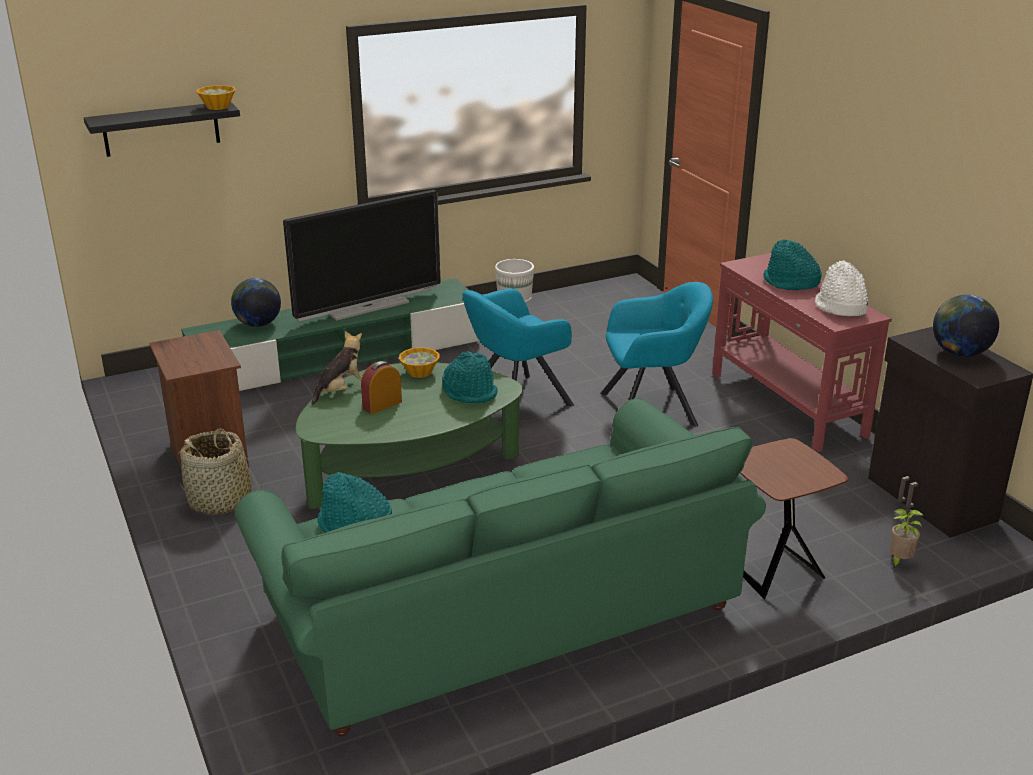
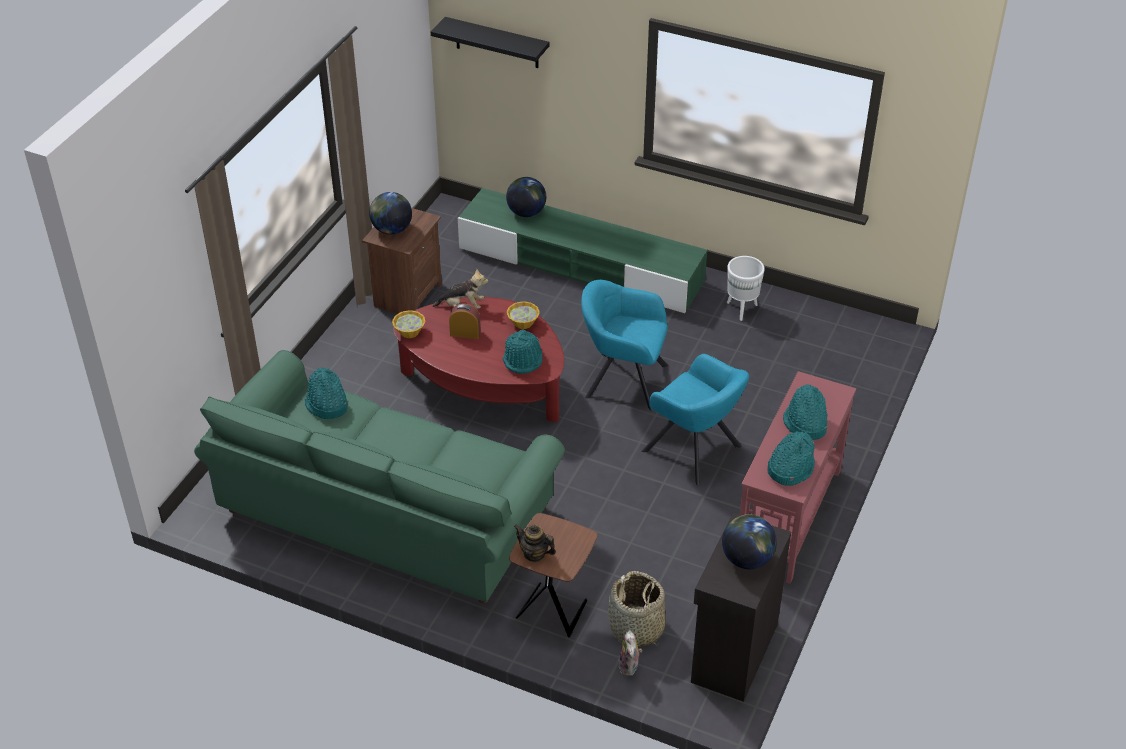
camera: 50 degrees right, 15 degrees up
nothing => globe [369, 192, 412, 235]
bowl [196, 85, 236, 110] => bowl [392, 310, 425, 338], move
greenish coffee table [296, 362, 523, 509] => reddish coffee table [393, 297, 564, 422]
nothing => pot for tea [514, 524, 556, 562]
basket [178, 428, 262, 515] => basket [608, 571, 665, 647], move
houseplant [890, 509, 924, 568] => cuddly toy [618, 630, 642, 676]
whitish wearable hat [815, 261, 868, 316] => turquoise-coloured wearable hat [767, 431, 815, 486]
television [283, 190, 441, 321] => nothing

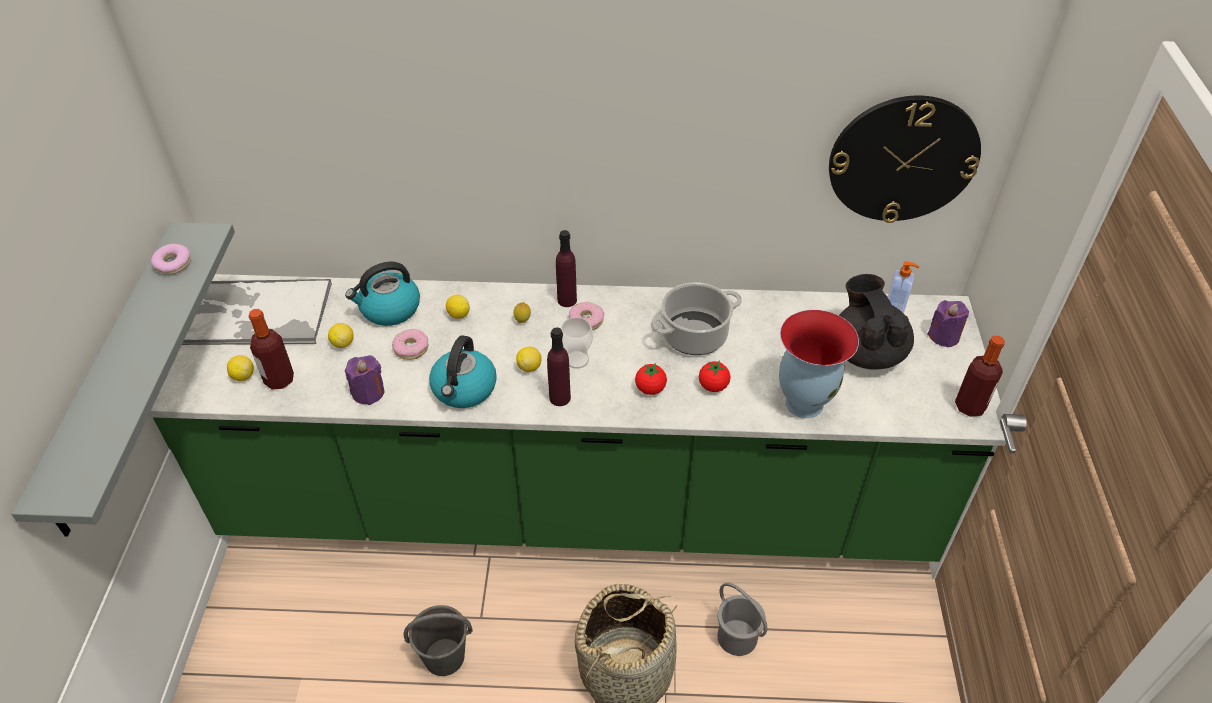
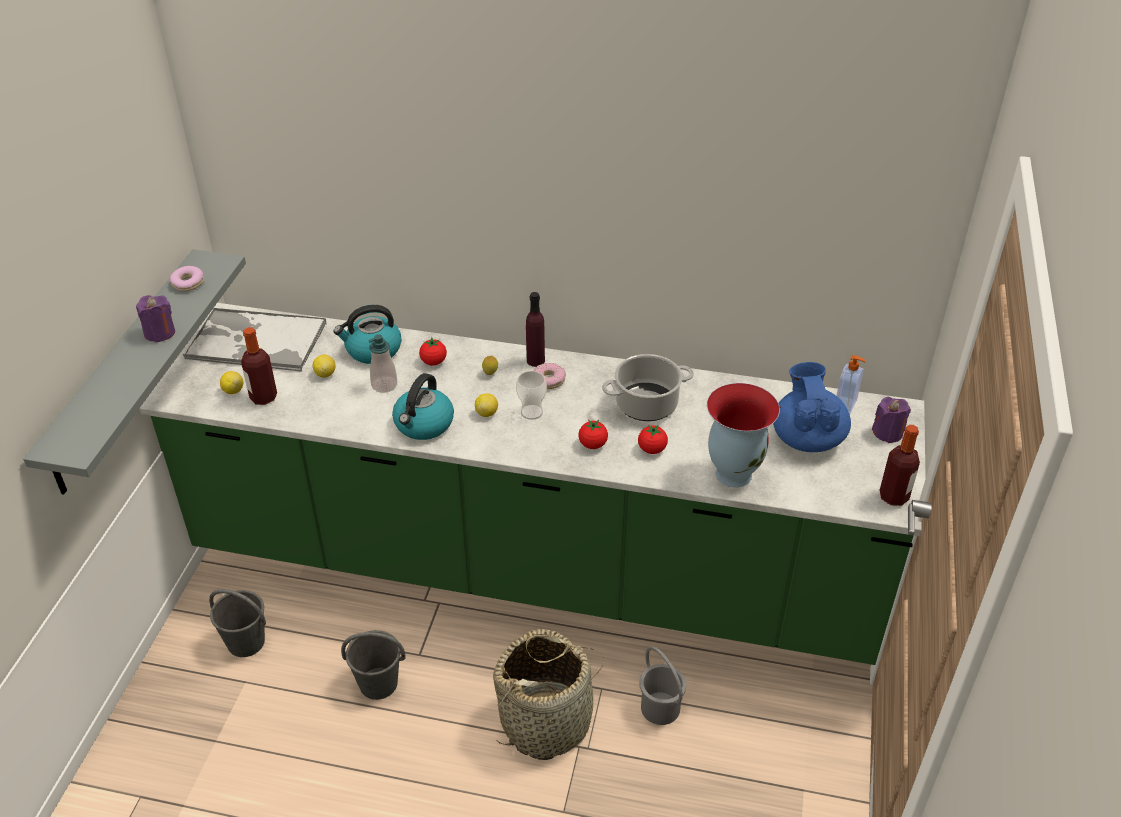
camera: 10 degrees right, 5 degrees down
purple wax candle [345, 355, 384, 405] => purple wax candle [136, 295, 175, 343], move
nothing => gray water bucket [209, 589, 266, 657]
doughnut [392, 329, 428, 360] => soap bottle [368, 334, 397, 393]
lemon [446, 294, 470, 319] => whole tomato [419, 337, 447, 365]
black-coloured pot for tea [839, 274, 914, 370] => bluish pot for tea [773, 362, 851, 452]
purple beverage bottle [547, 327, 571, 406] => nothing
hanging clock [829, 96, 981, 223] => nothing

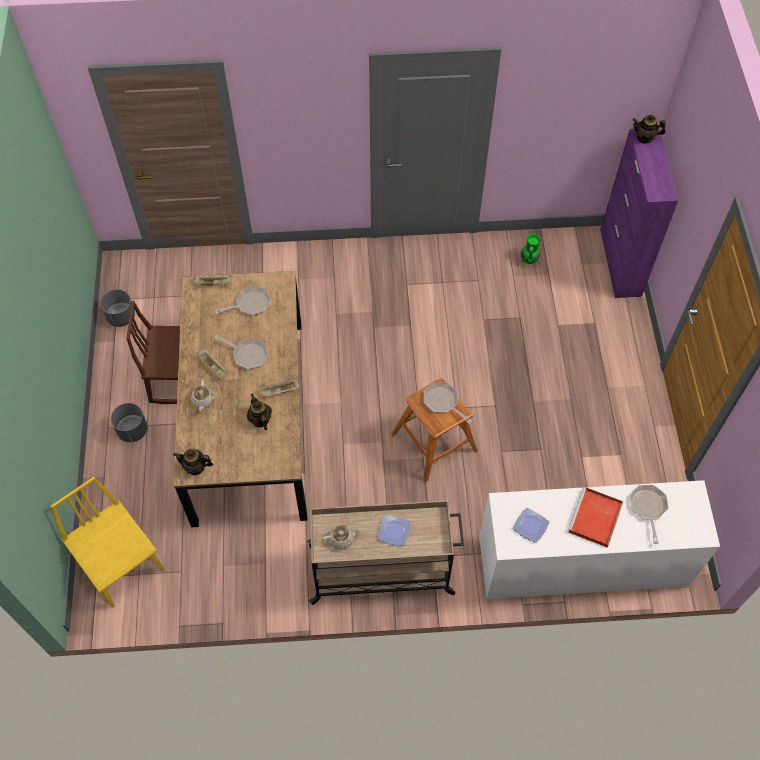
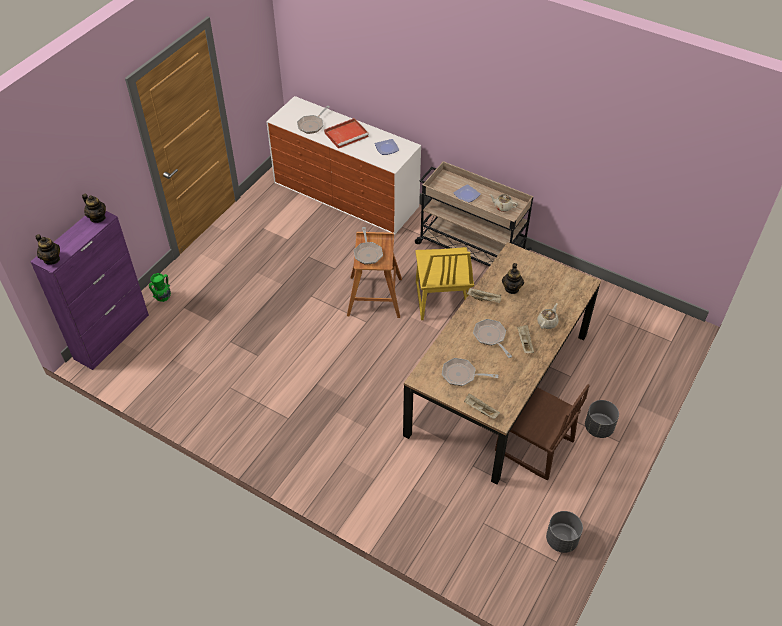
camera: 145 degrees left, 10 degrees down
pot for tea [173, 449, 213, 475] => pot for tea [82, 194, 106, 223], move
greenish flower vase [521, 233, 541, 264] => greenish flower vase [149, 273, 171, 302], move
yellow-coloured plain chair [51, 477, 165, 608] => yellow-coloured plain chair [415, 247, 474, 320], move

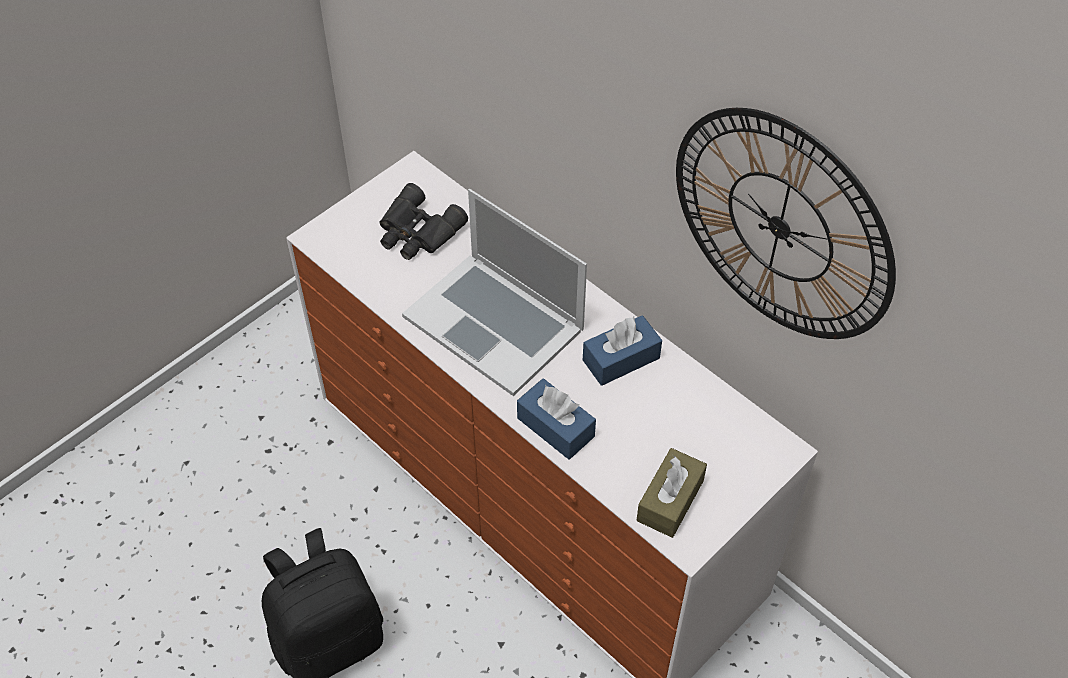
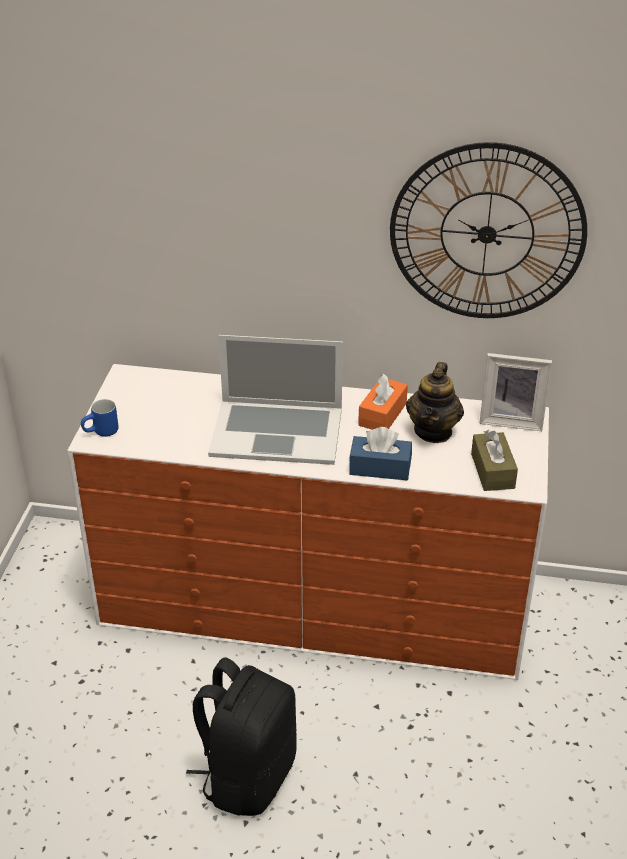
camera: 35 degrees left, 15 degrees down
nothing => bluish coffee mug [81, 399, 119, 437]
bluish box of tissues [583, 315, 662, 386] => orange-coloured box of tissues [358, 374, 408, 430]
nothing => pot for tea [406, 362, 464, 443]
nothing => photo frame [479, 353, 552, 431]
black-coloured field glasses [380, 183, 468, 260] => nothing

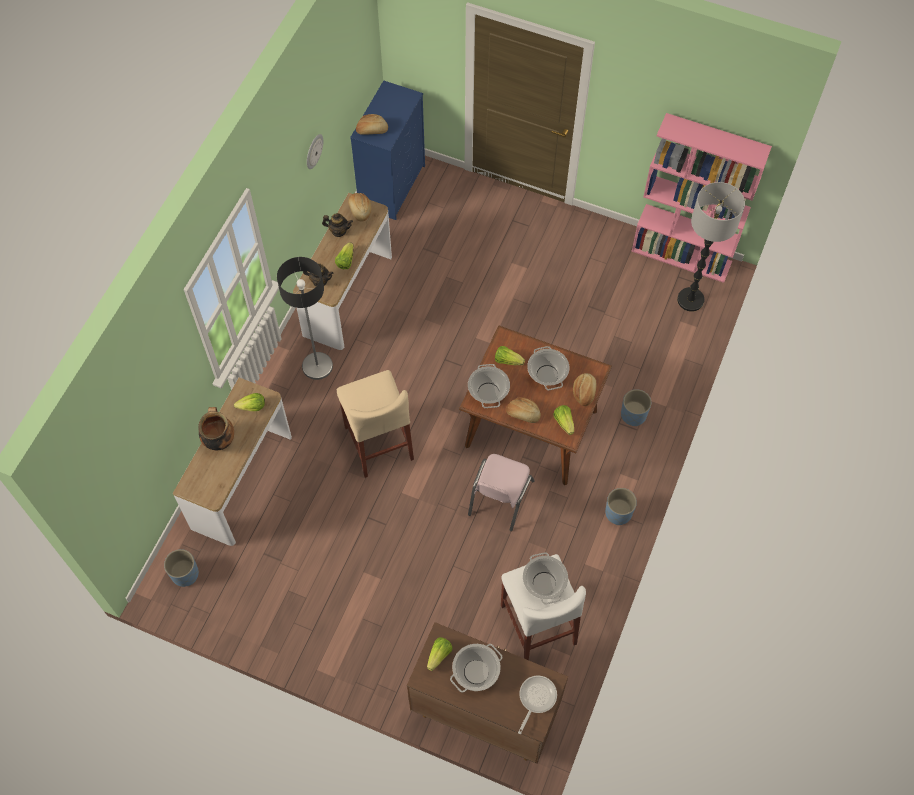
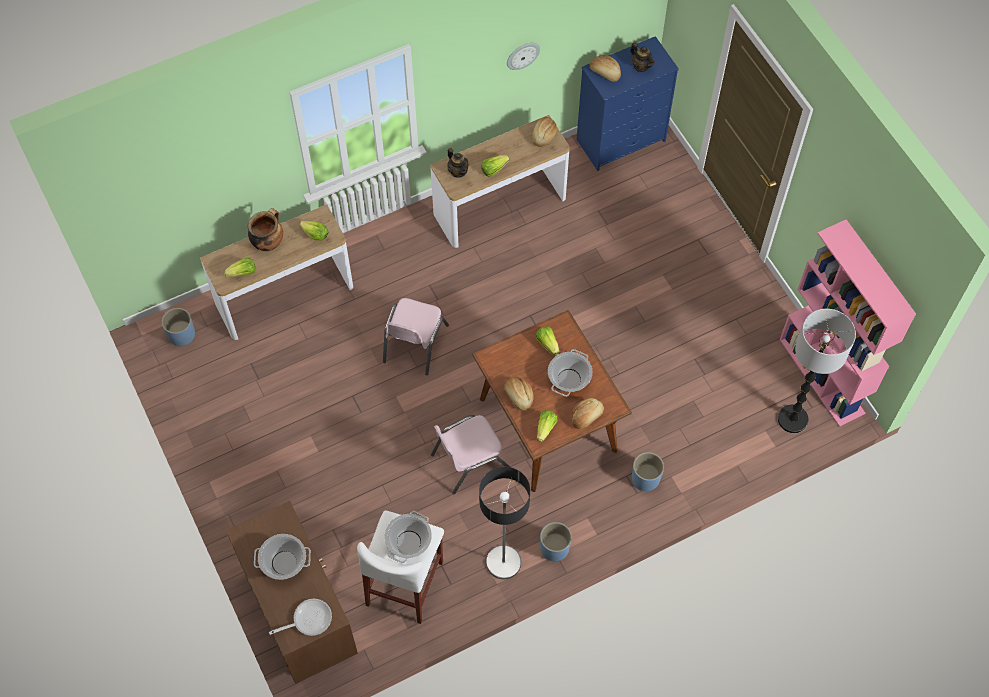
camera: 40 degrees right, 0 degrees up
lettuce head [427, 637, 453, 671] => lettuce head [224, 258, 256, 277], move
beige-coloured stool seat [337, 370, 414, 478] => pinkish plain chair [383, 298, 449, 375]
standard lamp [277, 257, 333, 380] => standard lamp [479, 467, 530, 579], move
pot for tea [322, 213, 353, 237] => pot for tea [630, 43, 655, 72], move
stockpot [468, 364, 510, 408] => nothing

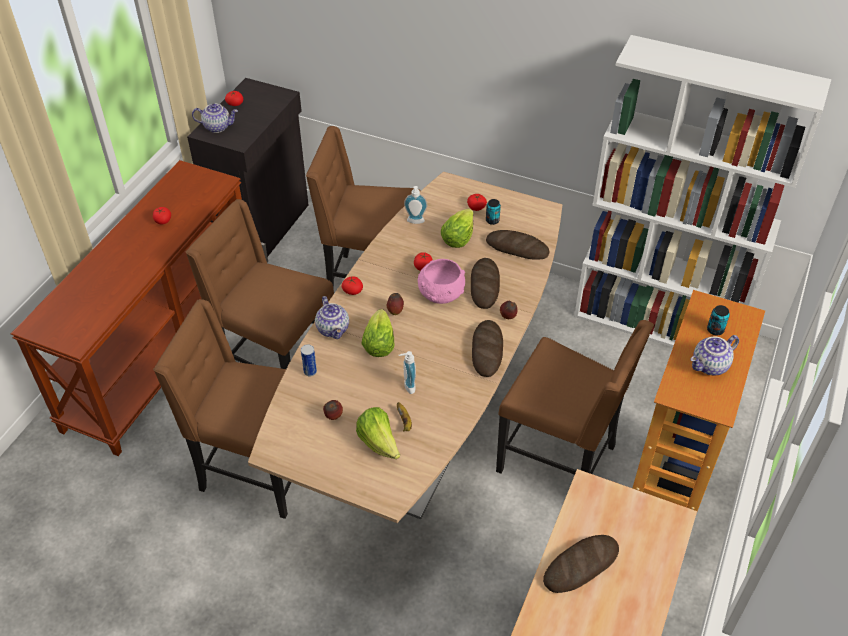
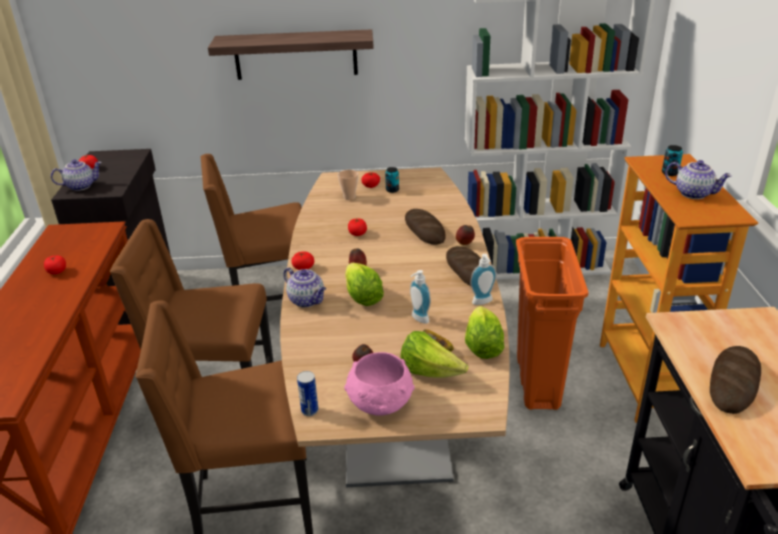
camera: 25 degrees left, 15 degrees down
nothing => bracket shelf [208, 29, 374, 80]
sealed can [301, 345, 317, 376] => sealed can [297, 371, 318, 416], move
nothing => small cup [338, 170, 358, 200]
pinkish bowl [418, 259, 465, 304] => pinkish bowl [344, 352, 415, 416], move
lettuce head [441, 209, 473, 248] => lettuce head [465, 306, 505, 359], move
soap bottle [404, 186, 427, 224] => soap bottle [470, 254, 497, 305], move
brownish plain chair [496, 320, 654, 475] => orange-coloured trash can [516, 237, 589, 410]
pot for tea [690, 335, 739, 375] => pot for tea [665, 160, 732, 199], 90 degrees counterclockwise
bread [486, 230, 549, 259] => nothing

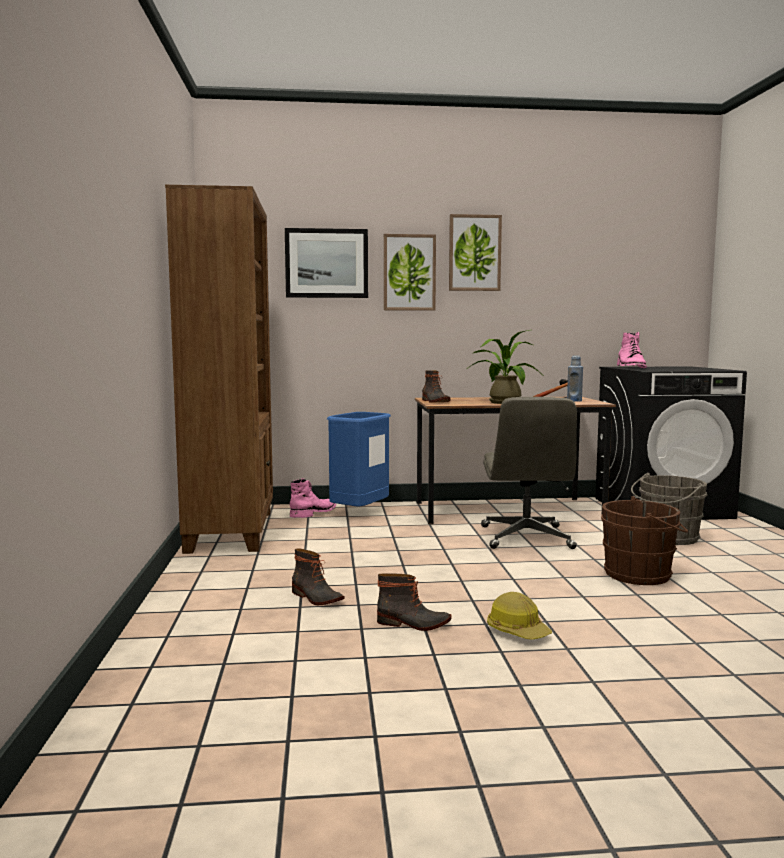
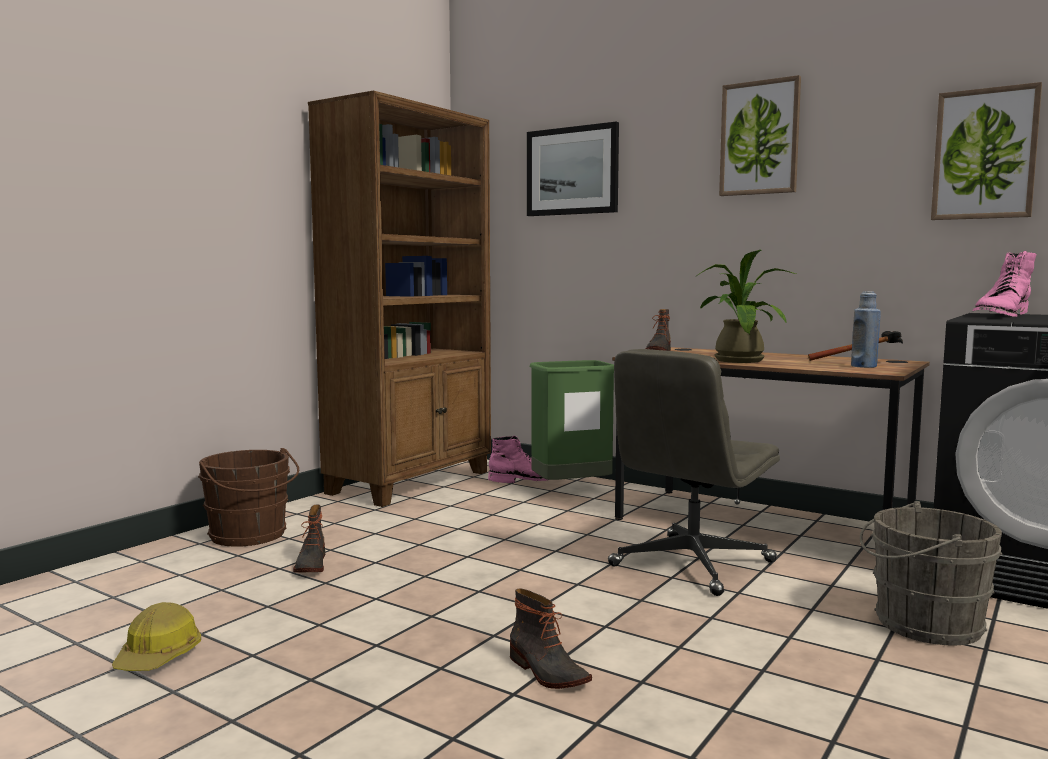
camera: 40 degrees right, 0 degrees up
hard hat [487, 592, 552, 640] => hard hat [112, 602, 201, 671], move
brownish water bucket [601, 496, 688, 585] => brownish water bucket [198, 448, 299, 547], move
boot [377, 573, 452, 631] => boot [510, 588, 592, 689], move
bluish trash can [327, 412, 391, 506] => greenish trash can [529, 360, 614, 480]
wall picture [384, 234, 436, 311] => wall picture [931, 82, 1042, 220], move

